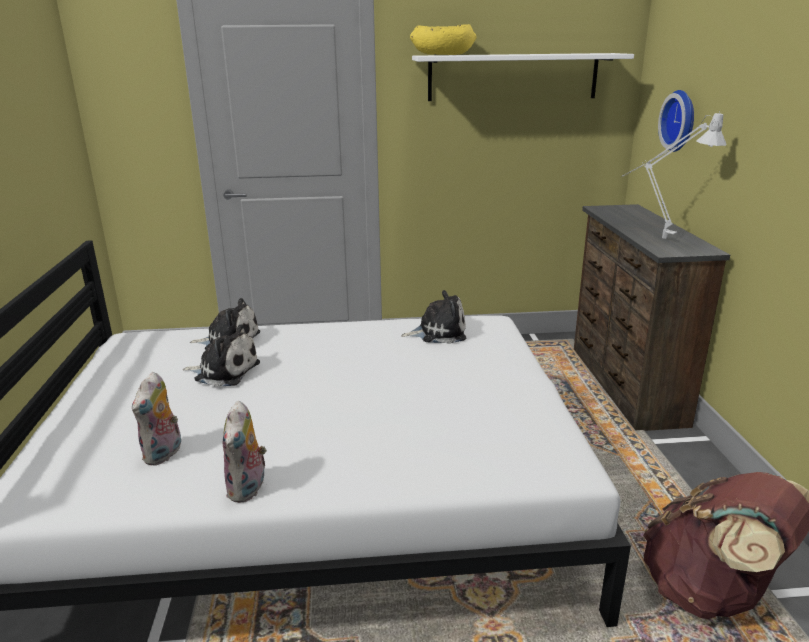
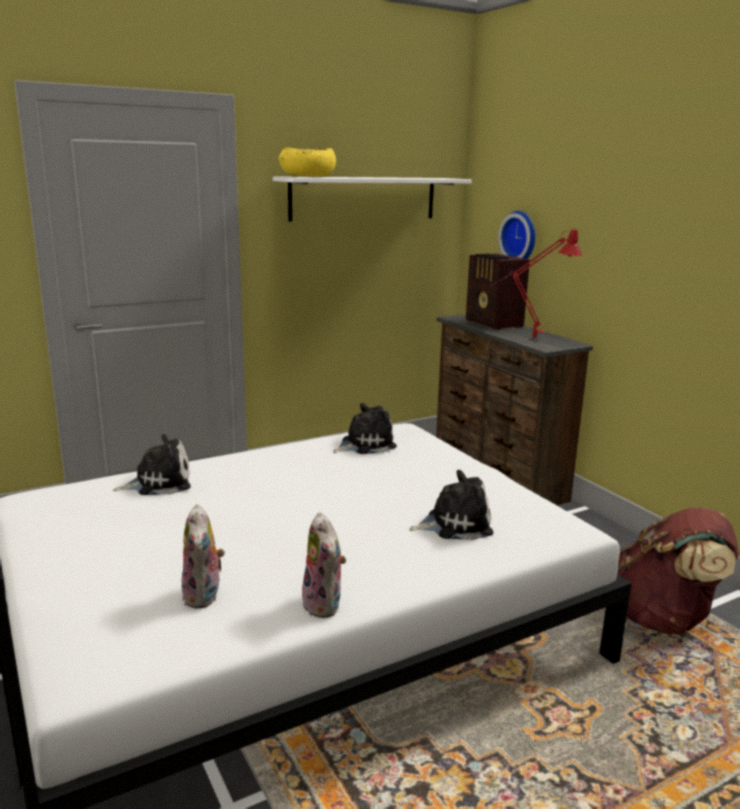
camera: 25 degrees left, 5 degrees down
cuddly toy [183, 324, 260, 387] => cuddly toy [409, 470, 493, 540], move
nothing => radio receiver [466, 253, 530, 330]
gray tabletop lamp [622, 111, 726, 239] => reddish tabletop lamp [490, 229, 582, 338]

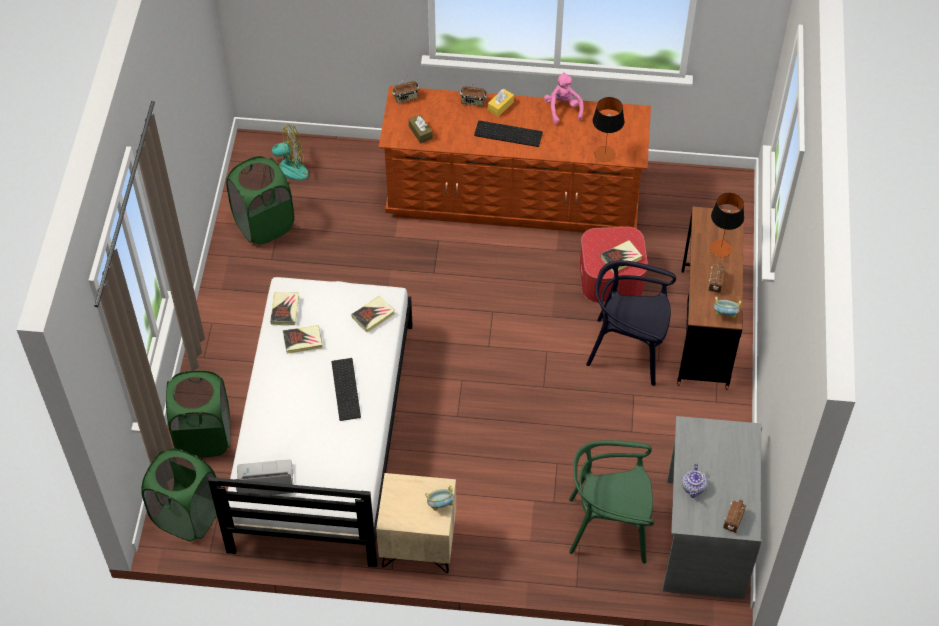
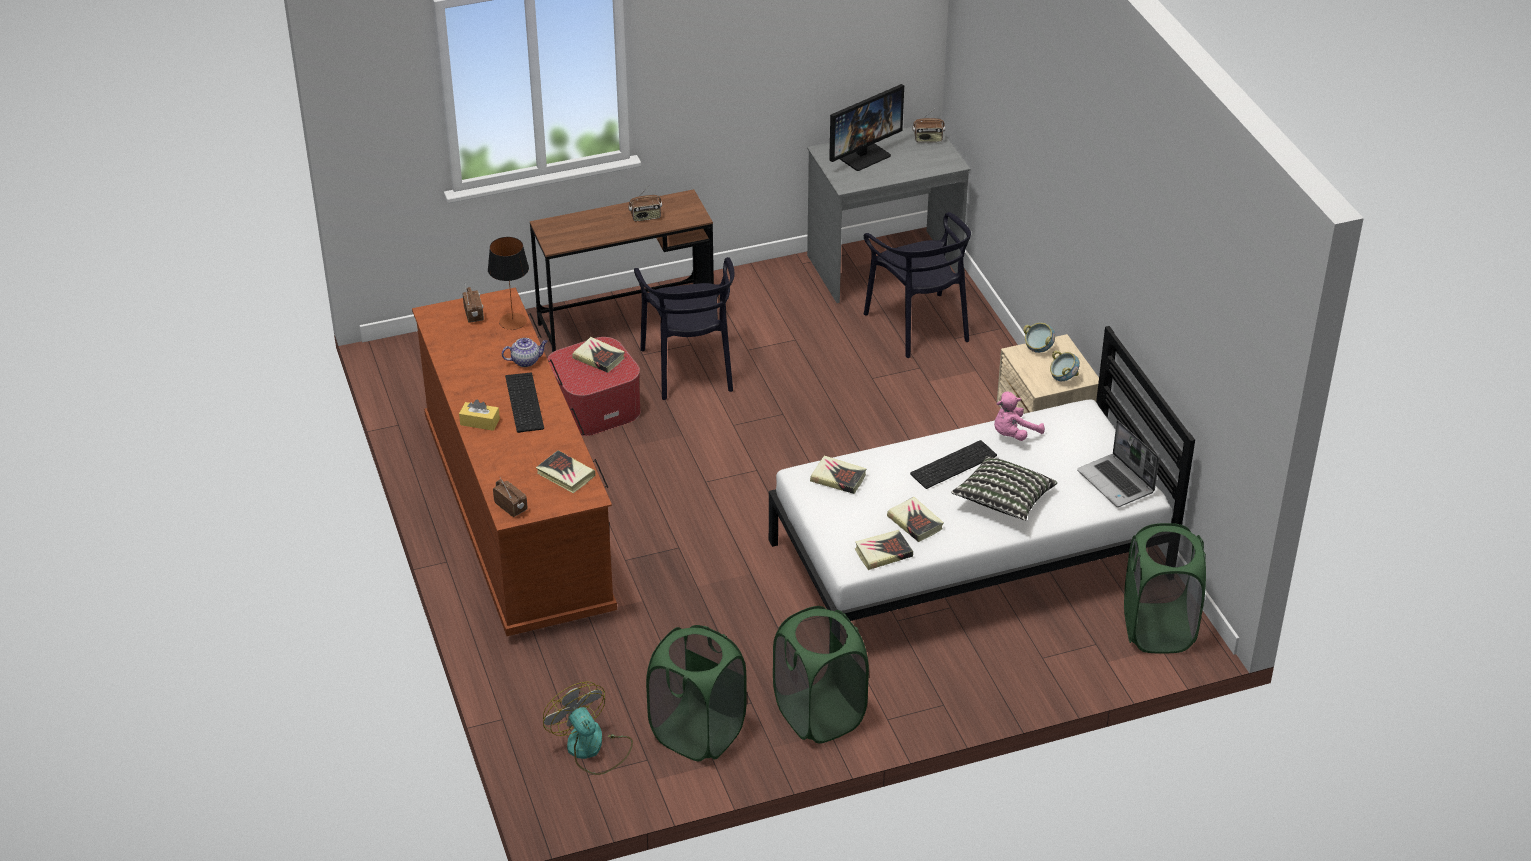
camera: 115 degrees left, 15 degrees down
radio receiver [460, 81, 487, 107] => radio receiver [462, 285, 484, 323], move
pot for tea [682, 463, 707, 498] => pot for tea [502, 338, 548, 367], move
brownish box of tissues [409, 115, 433, 144] => bound book [536, 450, 596, 493]
greenish laundry basket [166, 370, 230, 458] => greenish laundry basket [773, 606, 869, 744], move
nothing => computer display [829, 84, 904, 171]
greenish plain chair [569, 440, 654, 563] => black-coloured plain chair [864, 212, 971, 358]
nothing => pillow [951, 456, 1057, 521]
pinkish cuddly toy [544, 72, 584, 124] => pinkish cuddly toy [994, 392, 1045, 441], move
bowl [714, 296, 742, 318] => bowl [1050, 350, 1080, 381], move
tabletop lamp [710, 193, 744, 257] => nothing

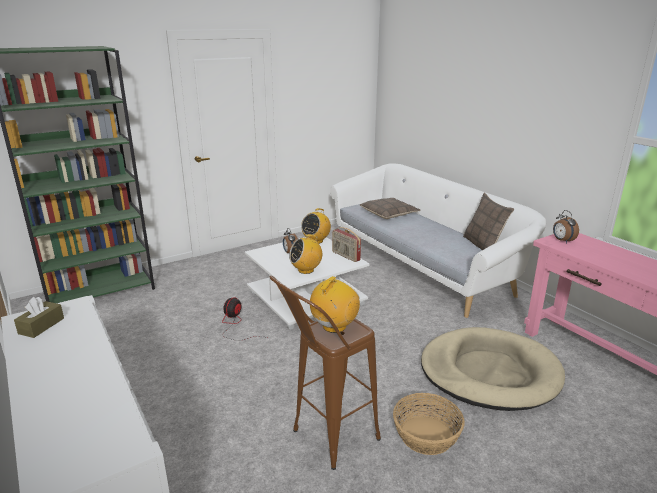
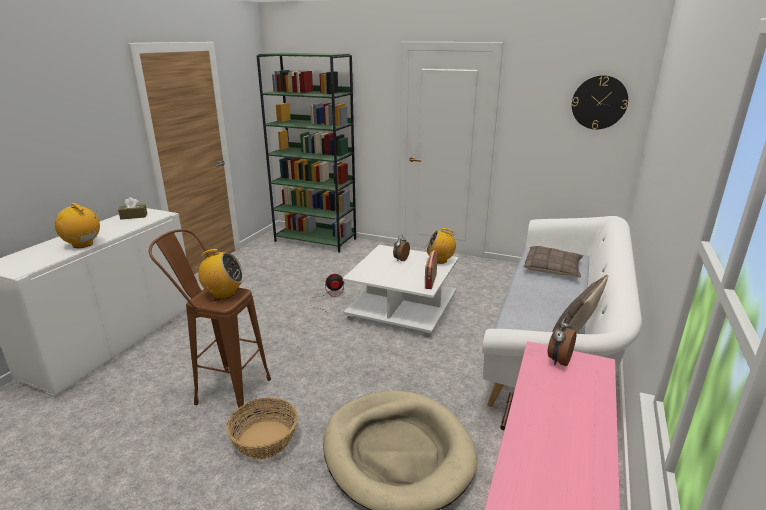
camera: 55 degrees right, 0 degrees up
radio receiver [289, 234, 322, 274] => radio receiver [55, 203, 100, 248], move
nothing => hanging clock [572, 75, 628, 129]

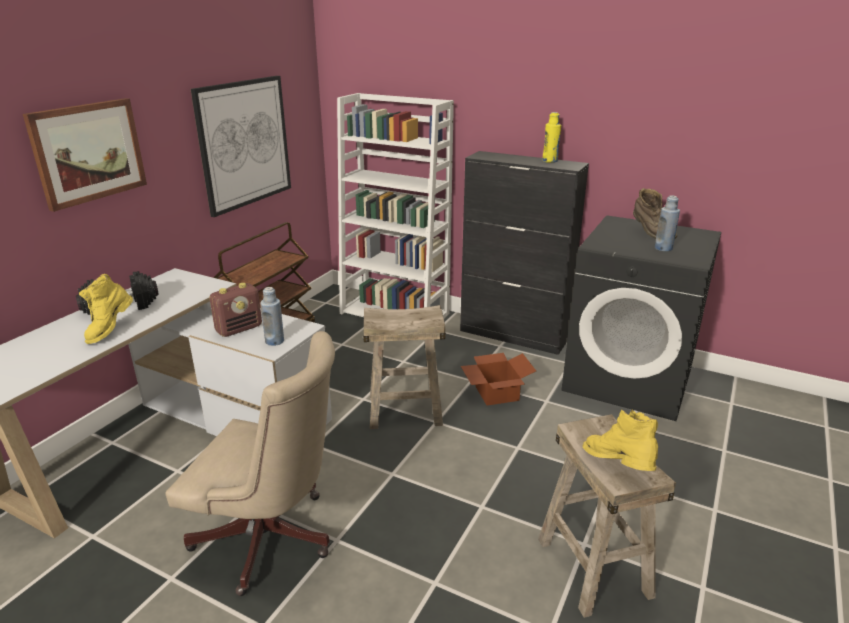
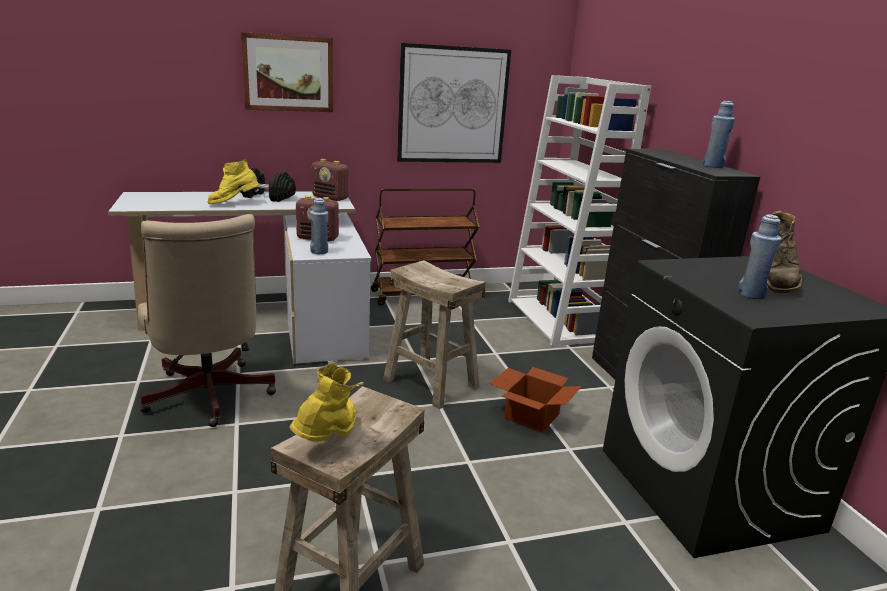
camera: 45 degrees right, 5 degrees down
nothing => radio receiver [312, 159, 348, 201]
yellow-coloured beverage bottle [542, 112, 561, 163] => bluish beverage bottle [703, 101, 735, 168]

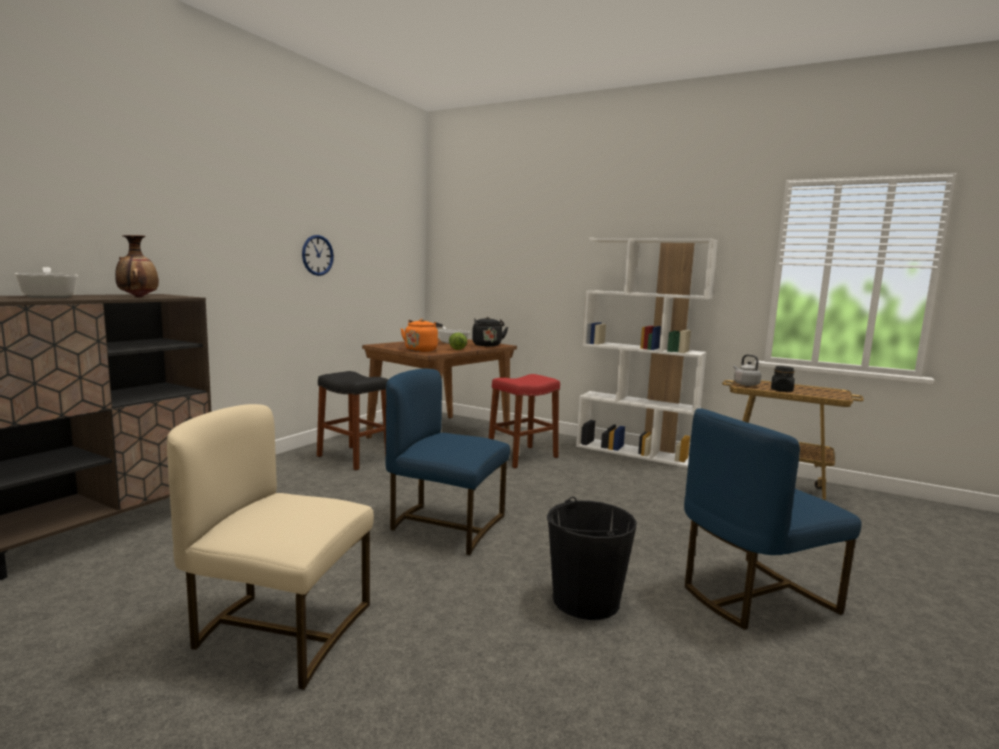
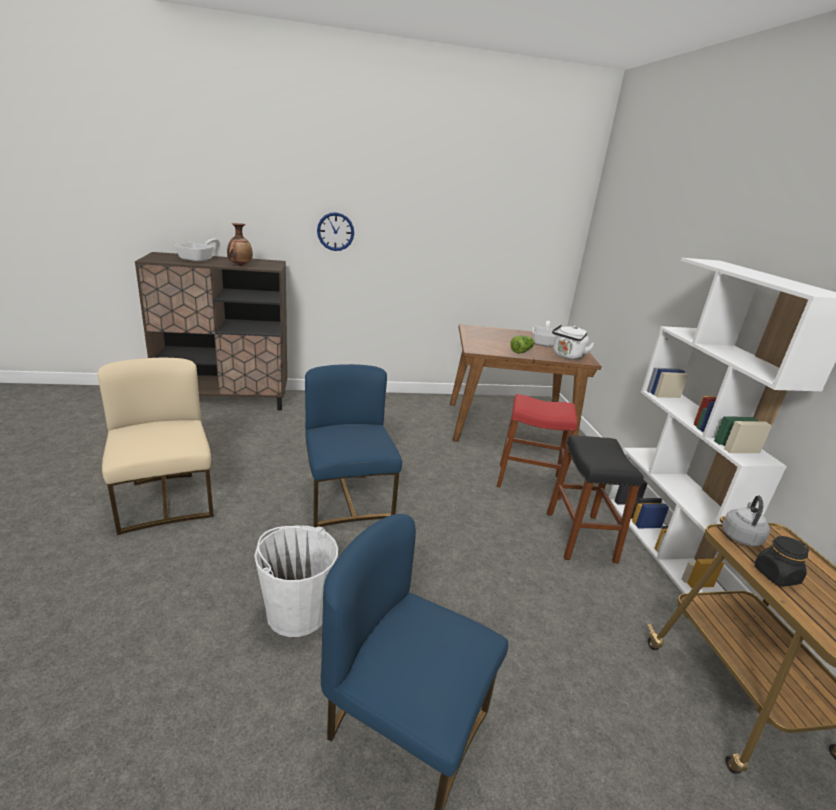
camera: 50 degrees right, 15 degrees up
black-coloured water bucket [547, 497, 637, 620] => whitish water bucket [254, 526, 338, 637]
hanging clock [302, 235, 334, 276] => hanging clock [317, 212, 354, 251], move
black-coloured stool seat [317, 371, 388, 471] => black-coloured stool seat [547, 435, 644, 563], move
black-coloured tea kettle [472, 317, 508, 346] => whitish tea kettle [552, 324, 595, 360]
orange-coloured tea kettle [401, 319, 443, 352] => nothing

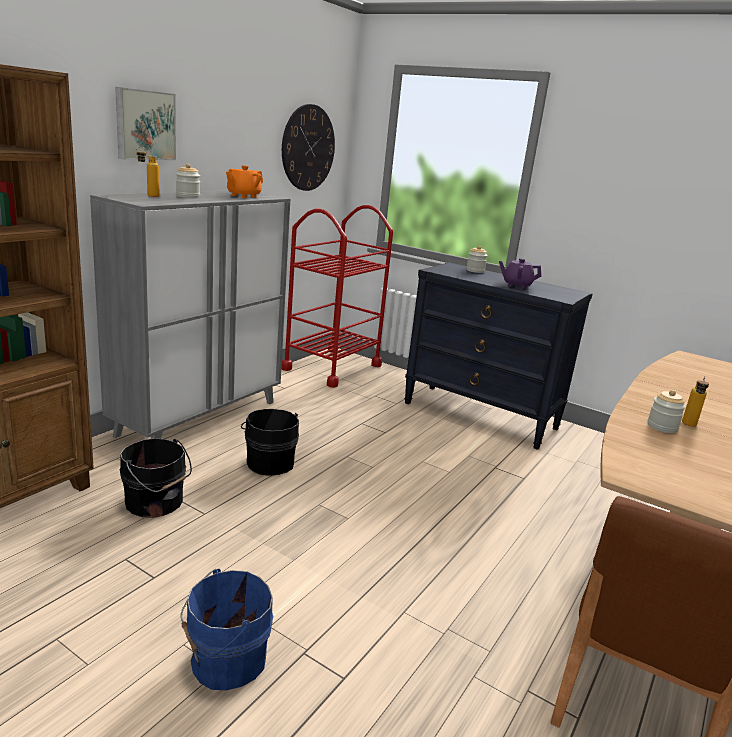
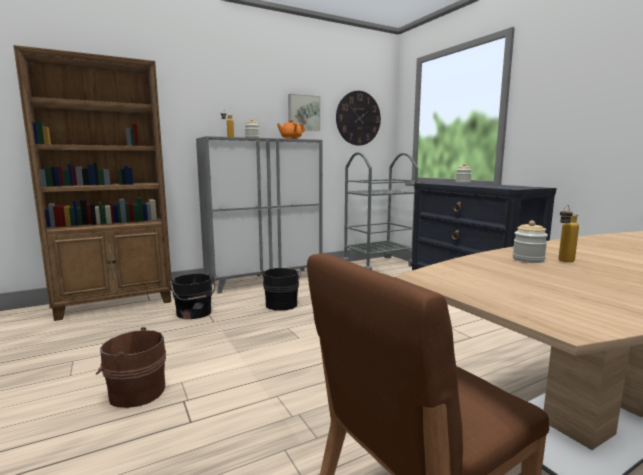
camera: 30 degrees right, 10 degrees down
bluish water bucket [180, 568, 273, 690] => brownish water bucket [96, 327, 166, 408]
wall picture [115, 87, 176, 160] => wall picture [288, 94, 320, 131], move
reddish wheeled cart [281, 205, 393, 388] => gray wheeled cart [342, 152, 418, 270]
purple pot for tea [499, 258, 541, 289] => nothing

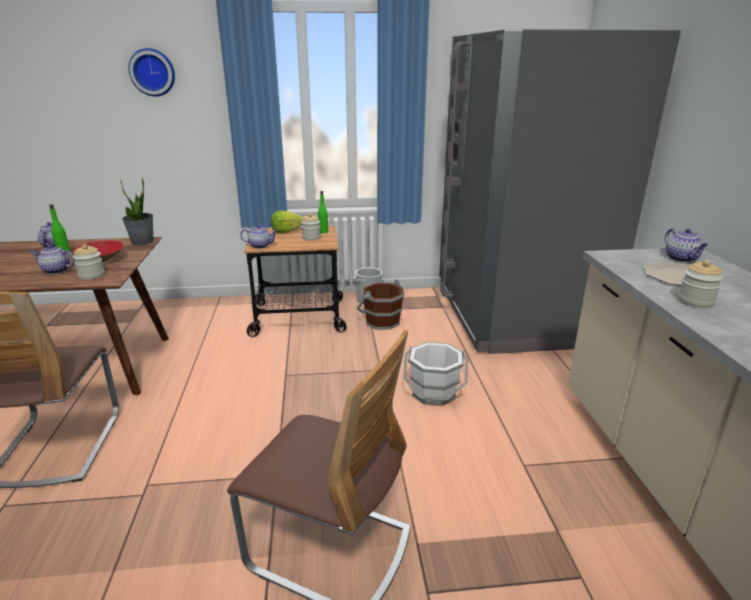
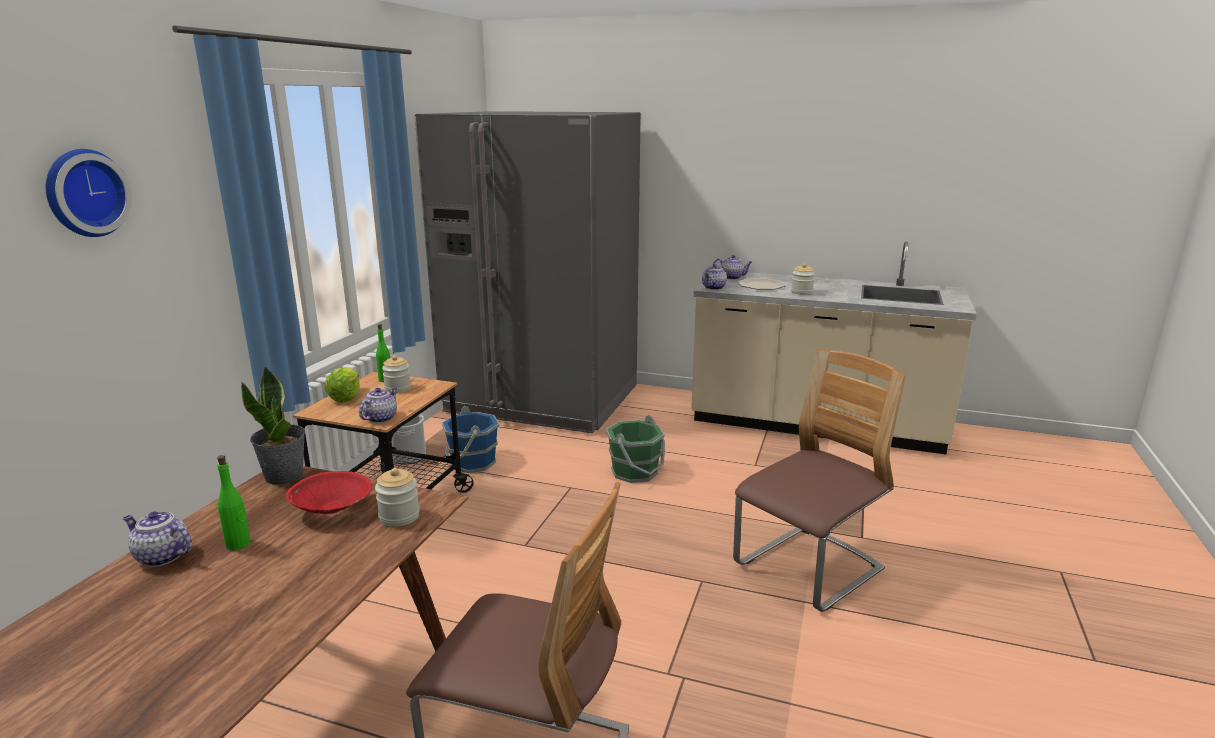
camera: 65 degrees left, 5 degrees down
brownish water bucket [357, 279, 405, 330] => bluish water bucket [442, 406, 499, 473]
whitish water bucket [403, 342, 468, 406] => greenish water bucket [606, 415, 665, 483]
pot for tea [30, 245, 75, 274] => pot for tea [702, 264, 727, 290], move

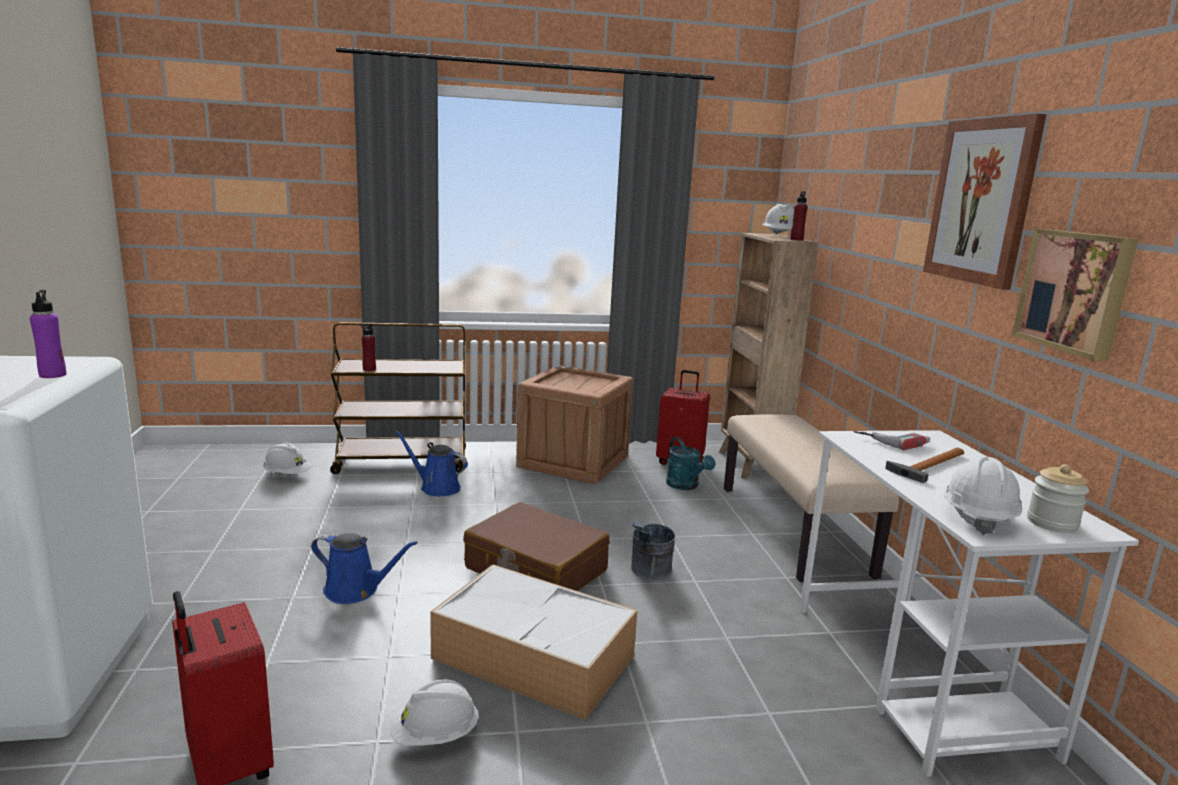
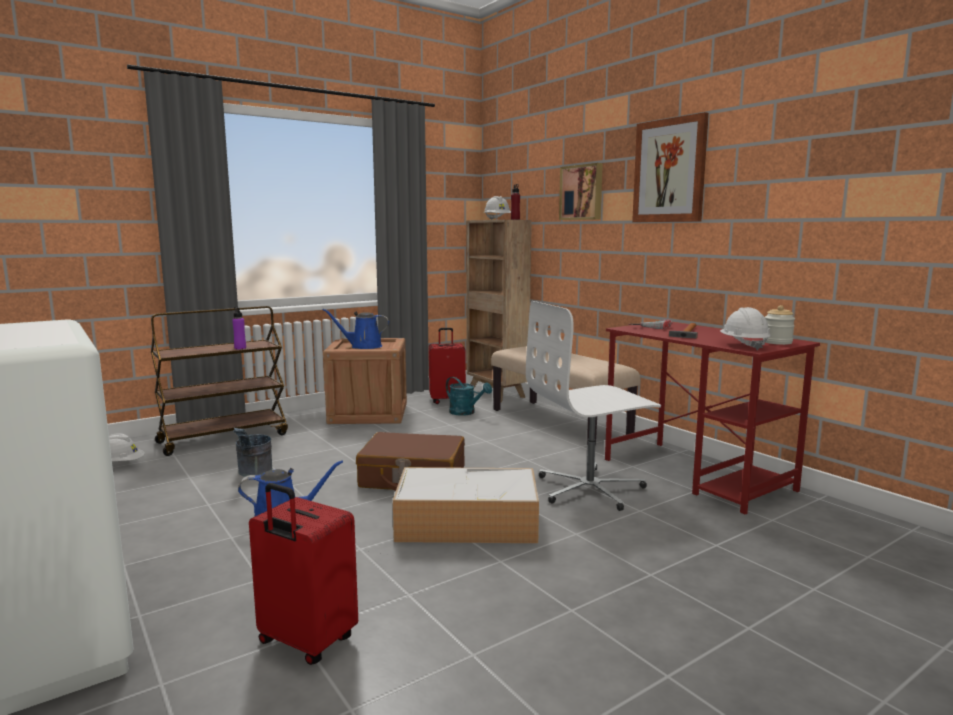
camera: 25 degrees left, 5 degrees down
purple beverage bottle [30, 290, 66, 378] => purple beverage bottle [232, 307, 246, 349], move
gray water bucket [631, 521, 675, 580] => gray water bucket [233, 428, 272, 477], move
bluish watering can [395, 431, 468, 496] => bluish watering can [322, 309, 389, 349], move
nothing => whitish computer chair [526, 301, 661, 511]
wall picture [1012, 229, 1138, 361] => wall picture [559, 163, 603, 220], move
whitish desk [800, 430, 1139, 776] => reddish desk [605, 322, 820, 515]
reddish beverage bottle [361, 323, 376, 371] => nothing
whitish hard hat [390, 680, 480, 746] => nothing

